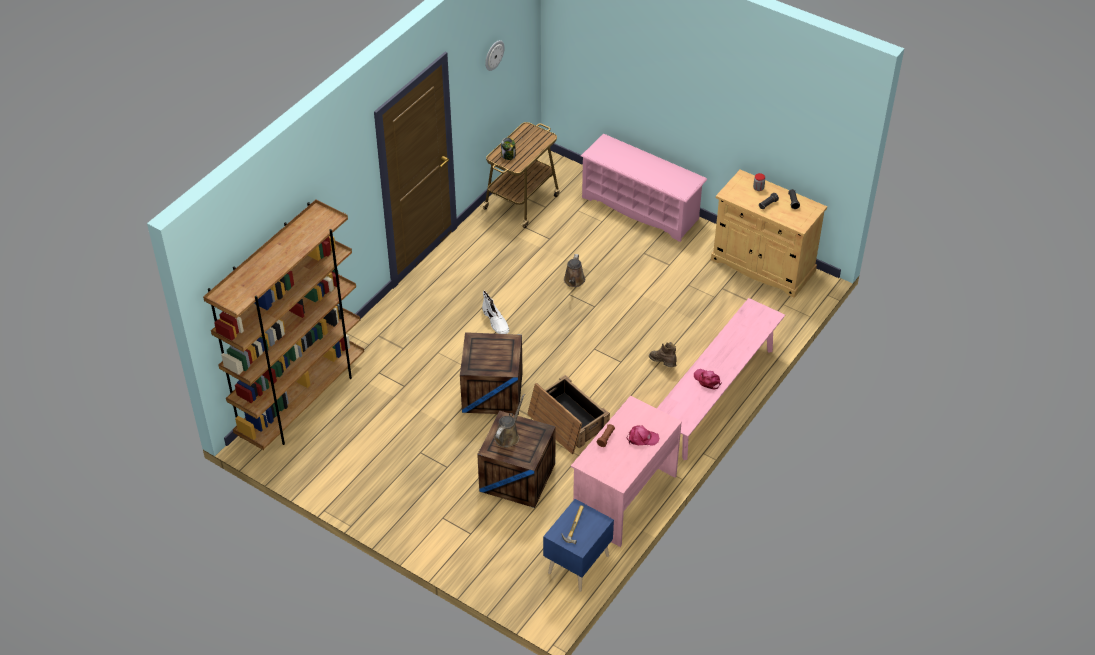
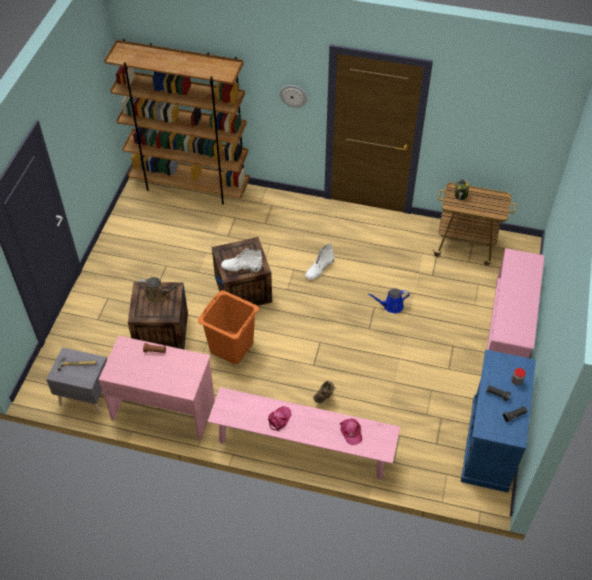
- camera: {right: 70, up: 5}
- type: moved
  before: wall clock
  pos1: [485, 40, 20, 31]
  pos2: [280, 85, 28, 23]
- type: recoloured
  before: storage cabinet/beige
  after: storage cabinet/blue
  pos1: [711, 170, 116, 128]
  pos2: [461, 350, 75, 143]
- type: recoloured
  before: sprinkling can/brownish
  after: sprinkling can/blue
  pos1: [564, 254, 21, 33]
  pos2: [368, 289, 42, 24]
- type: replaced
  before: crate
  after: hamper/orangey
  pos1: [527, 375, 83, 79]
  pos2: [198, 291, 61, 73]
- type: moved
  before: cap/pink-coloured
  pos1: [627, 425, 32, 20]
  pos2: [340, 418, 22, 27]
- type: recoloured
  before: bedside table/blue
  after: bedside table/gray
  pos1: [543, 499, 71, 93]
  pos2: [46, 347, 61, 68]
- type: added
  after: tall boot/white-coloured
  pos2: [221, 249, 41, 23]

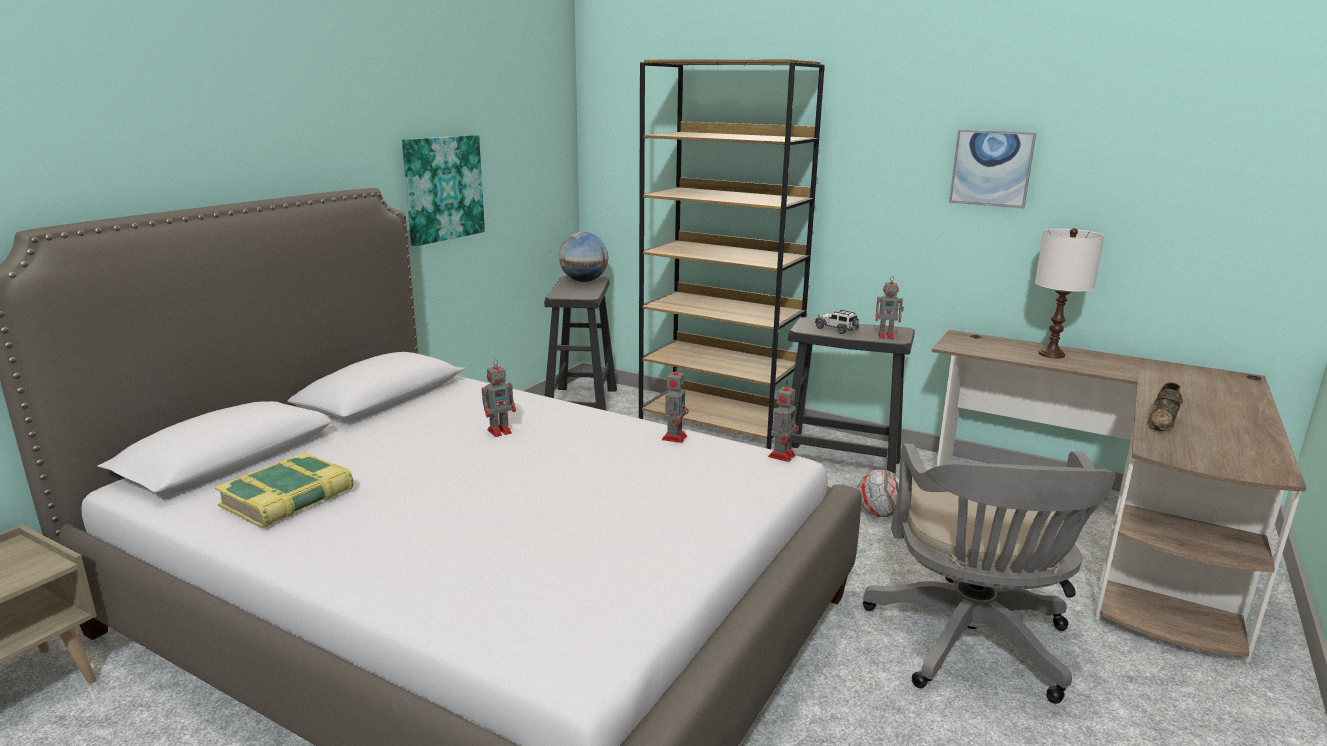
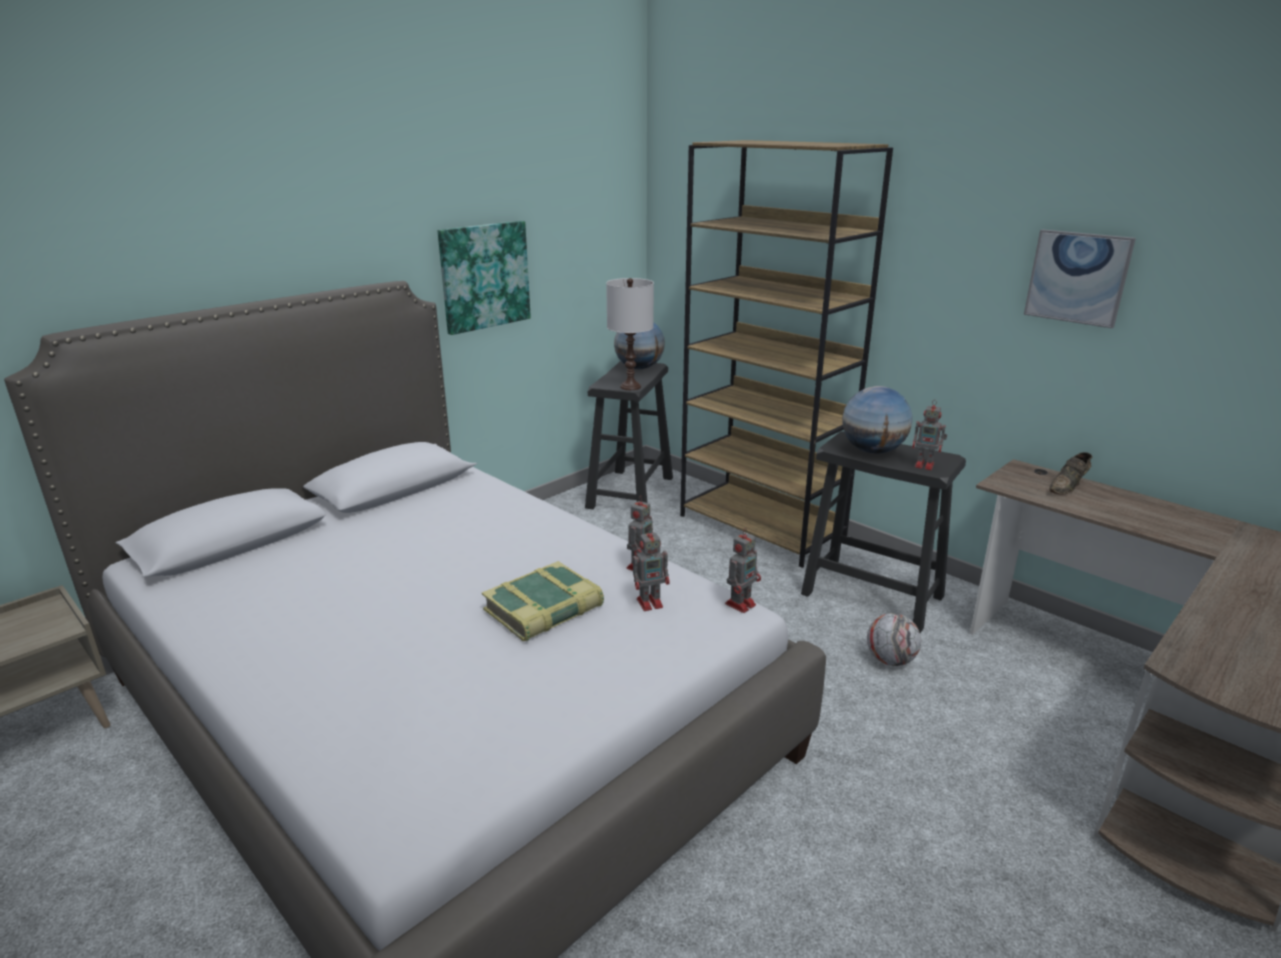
- camera: {right: 15, up: 5}
- type: moved
  before: lamp for a table/white-coloured
  pos1: [1035, 228, 70, 130]
  pos2: [606, 278, 48, 112]
- type: replaced
  before: model car
  after: world globe
  pos1: [815, 310, 45, 24]
  pos2: [842, 386, 70, 68]
- type: moved
  before: toy robot
  pos1: [482, 359, 34, 78]
  pos2: [633, 526, 37, 85]
- type: moved
  before: item of footwear/brownish
  pos1: [1147, 383, 36, 48]
  pos2: [1049, 452, 43, 42]
- type: removed
  before: office chair/gray
  pos1: [863, 444, 253, 260]
- type: moved
  before: volume
  pos1: [214, 452, 140, 77]
  pos2: [482, 561, 122, 80]

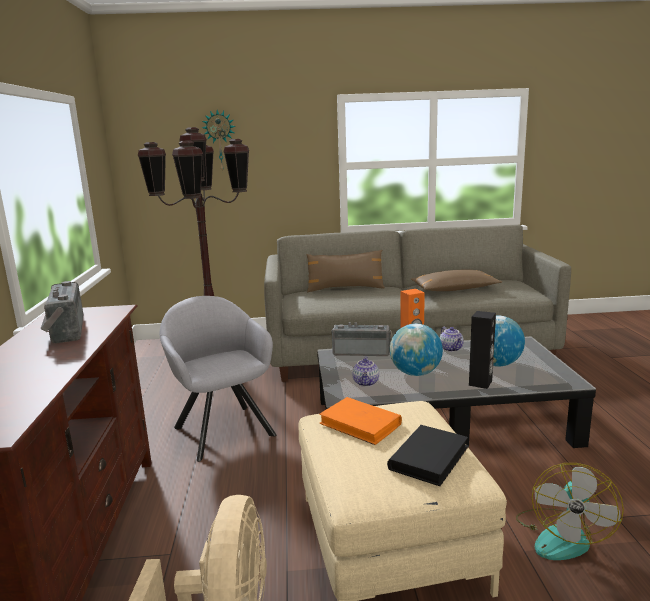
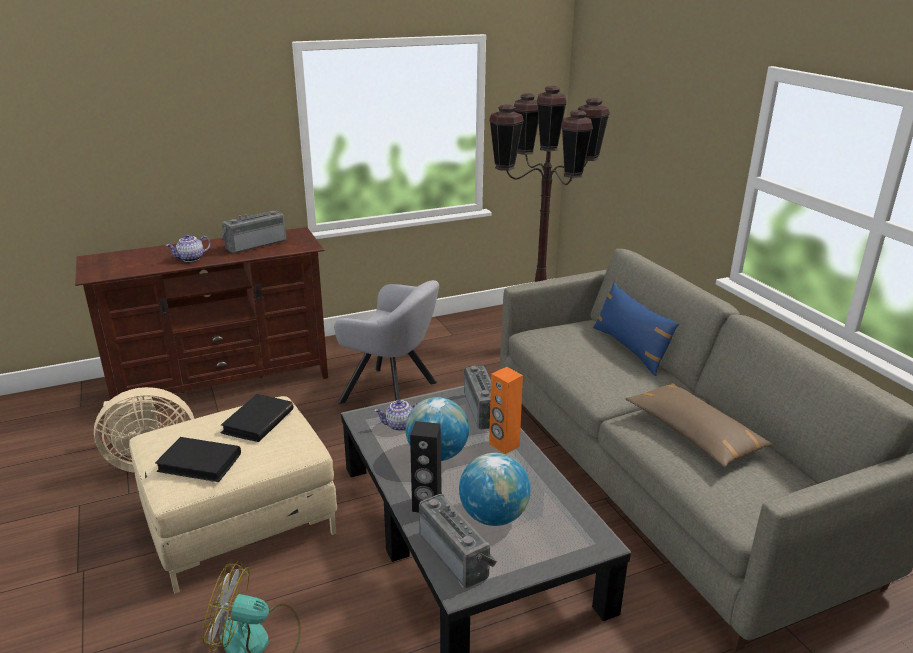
- camera: {right: 70, up: 10}
- type: removed
  before: wall clock
  pos1: [202, 110, 34, 62]
- type: recoloured
  before: throw pillow/brownish
  after: throw pillow/blue
  pos1: [306, 250, 79, 42]
  pos2: [593, 282, 86, 94]
- type: turned
  before: easy chair/gray
  pos1: [160, 296, 116, 166]
  pos2: [334, 280, 105, 124]
  turn: 75
- type: moved
  before: tea pot
  pos1: [440, 327, 24, 25]
  pos2: [166, 234, 45, 28]
- type: recoloured
  before: volume/orangey
  after: volume/black-coloured
  pos1: [319, 397, 83, 48]
  pos2: [221, 394, 73, 48]
- type: added
  after: radio
  pos2: [419, 494, 78, 94]

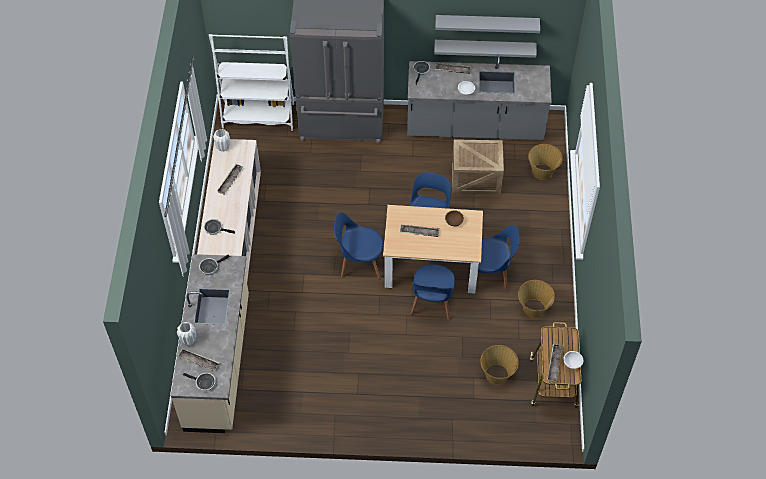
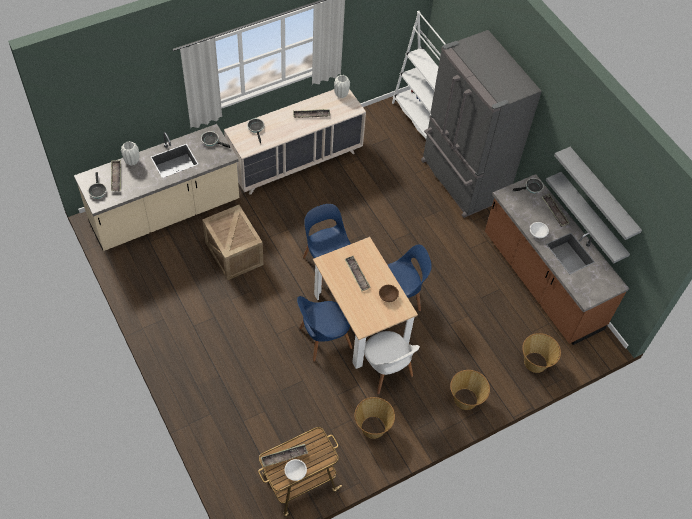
- camera: {right: 55, up: 0}
- type: recoloured
  before: counter/gray
  after: counter/brownish
  pos1: [407, 56, 145, 84]
  pos2: [485, 174, 144, 171]
- type: moved
  before: crate
  pos1: [452, 139, 52, 55]
  pos2: [202, 205, 62, 76]
- type: recoloured
  before: chair/blue
  after: chair/white-coloured
  pos1: [467, 225, 52, 65]
  pos2: [364, 331, 56, 64]
- type: moved
  before: storage basket
  pos1: [480, 345, 39, 39]
  pos2: [450, 370, 40, 40]

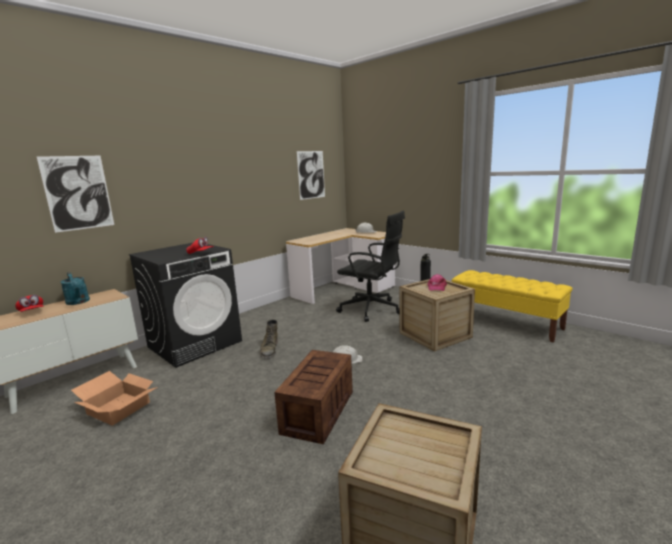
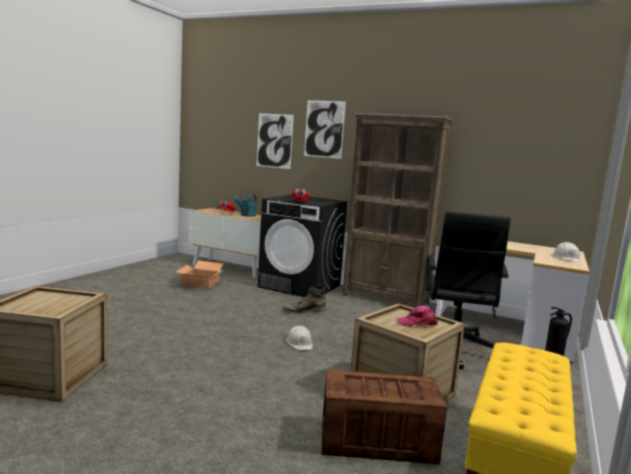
- camera: {right: 70, up: -5}
- type: moved
  before: picture
  pos1: [297, 151, 28, 49]
  pos2: [304, 100, 42, 59]
- type: moved
  before: crate
  pos1: [274, 350, 79, 94]
  pos2: [322, 369, 125, 95]
- type: added
  after: shelving unit/brownish
  pos2: [342, 113, 111, 194]

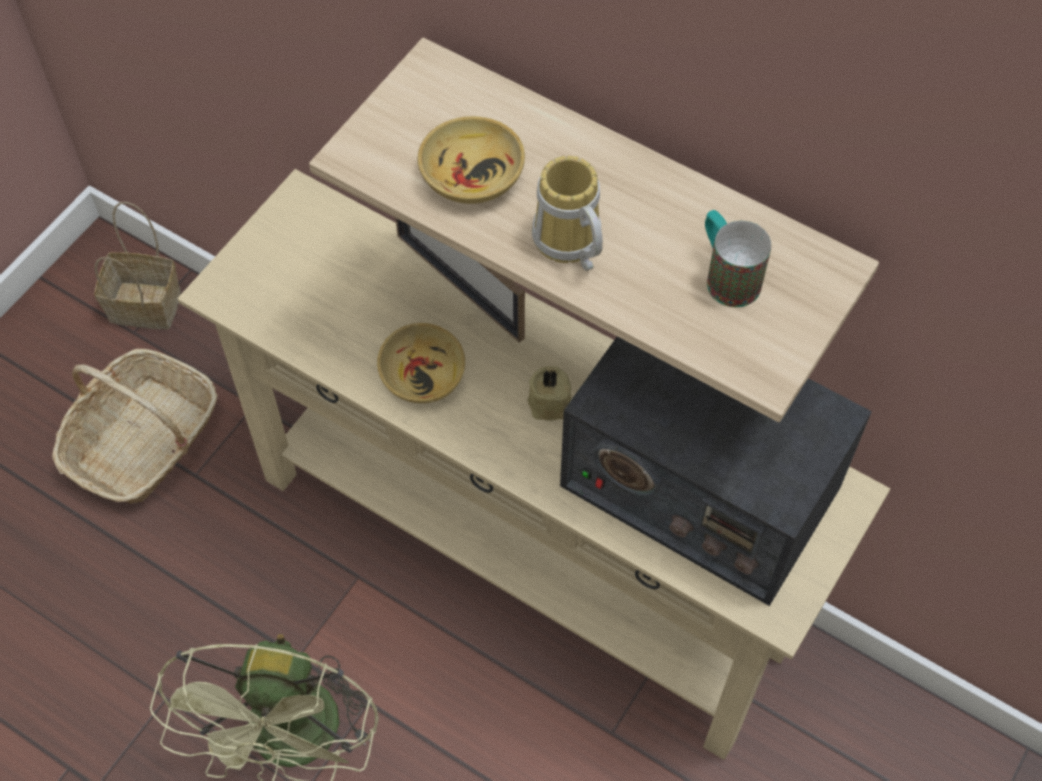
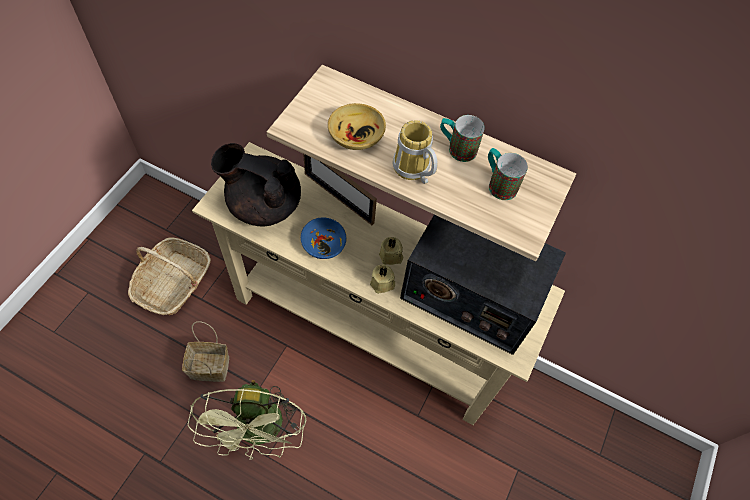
- camera: {right: -10, up: 0}
- type: moved
  before: storage basket
  pos1: [94, 202, 87, 127]
  pos2: [182, 321, 47, 61]
- type: recoloured
  before: bowl/beige
  after: bowl/blue
  pos1: [377, 323, 88, 80]
  pos2: [301, 217, 45, 42]
- type: added
  after: coffee mug
  pos2: [440, 115, 45, 47]
- type: added
  after: tea pot/black-coloured
  pos2: [211, 143, 90, 83]
- type: added
  after: wax light/beige
  pos2: [370, 264, 25, 30]

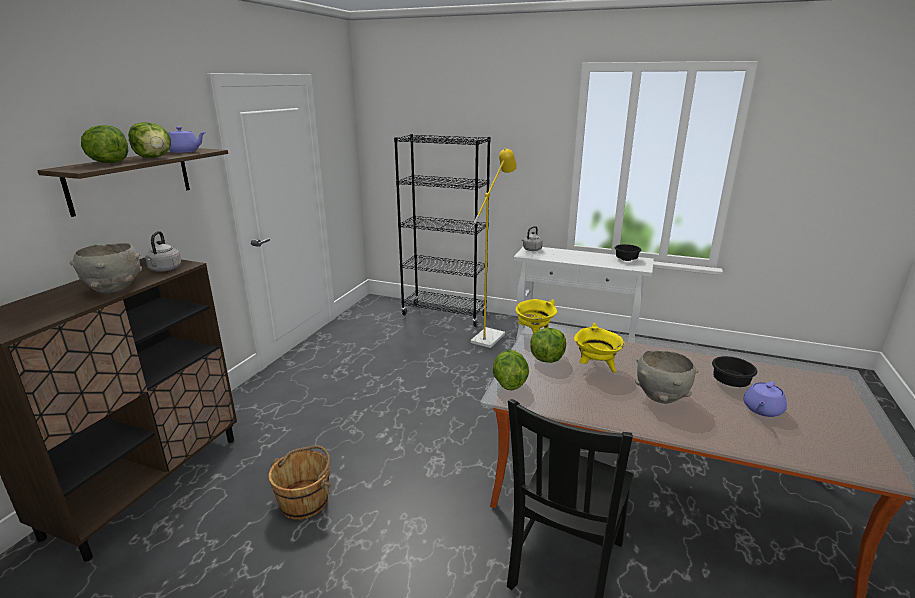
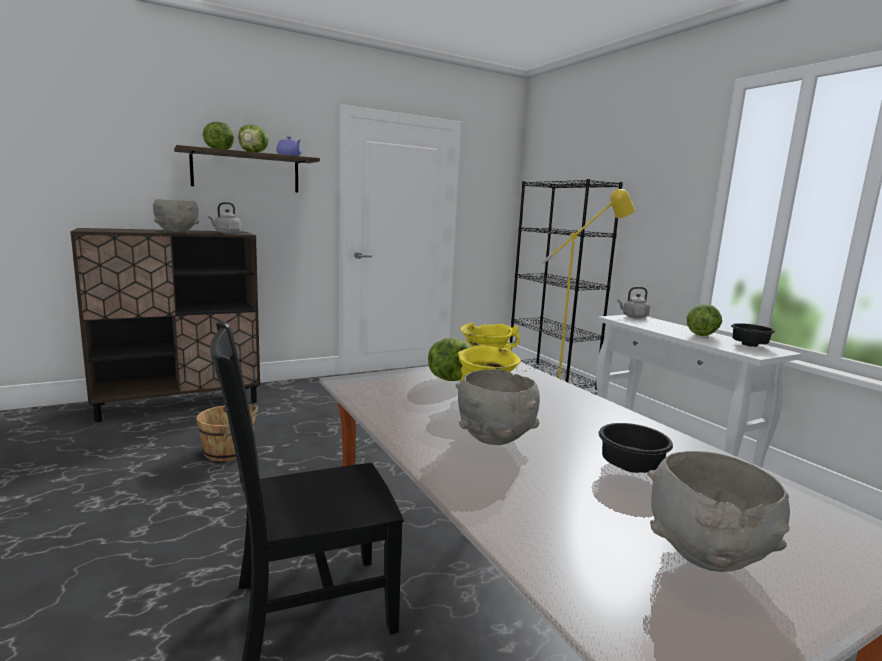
- camera: {right: 40, up: -10}
- type: moved
  before: head of lettuce
  pos1: [493, 350, 36, 40]
  pos2: [687, 303, 35, 33]
- type: removed
  before: tea pot/purplish
  pos1: [743, 381, 44, 36]
- type: added
  after: bowl/gray
  pos2: [647, 451, 143, 121]

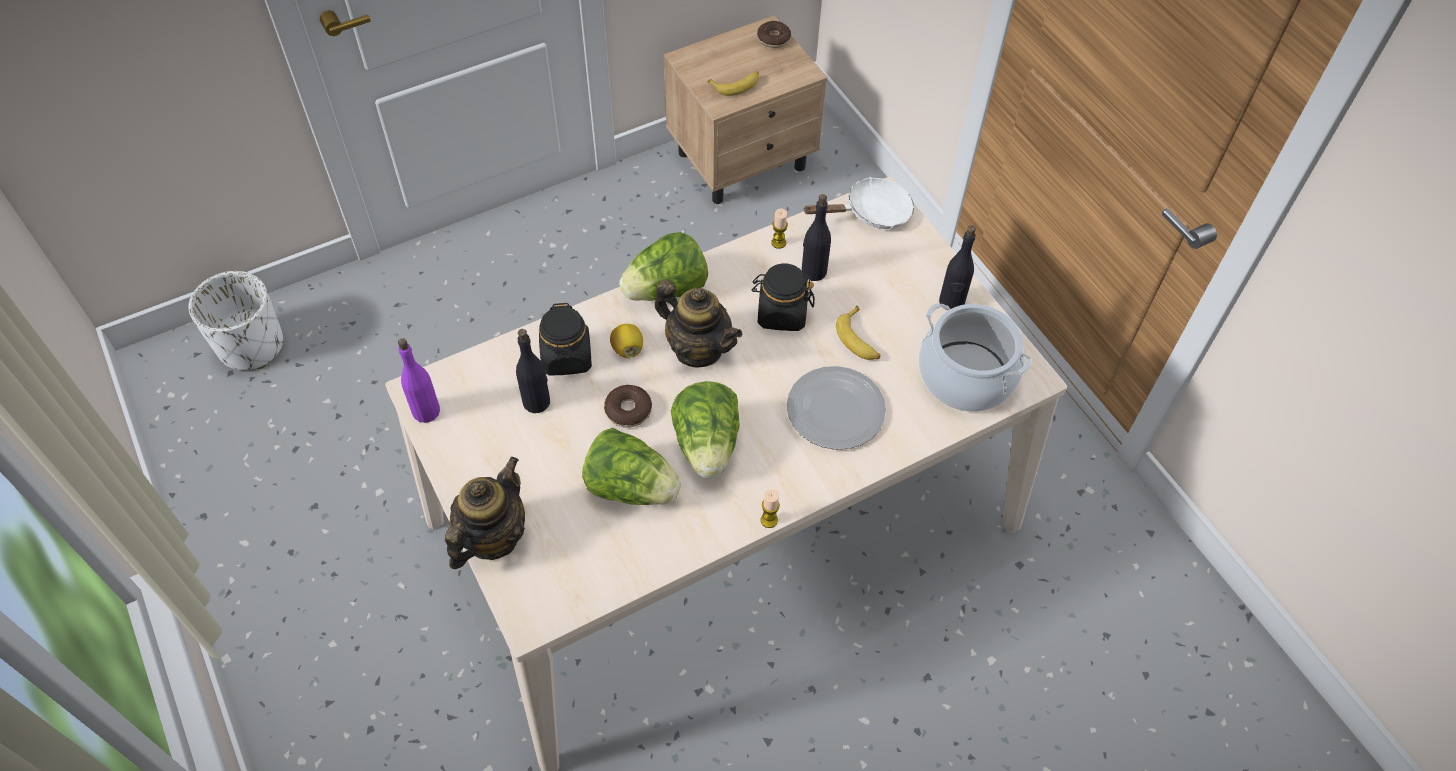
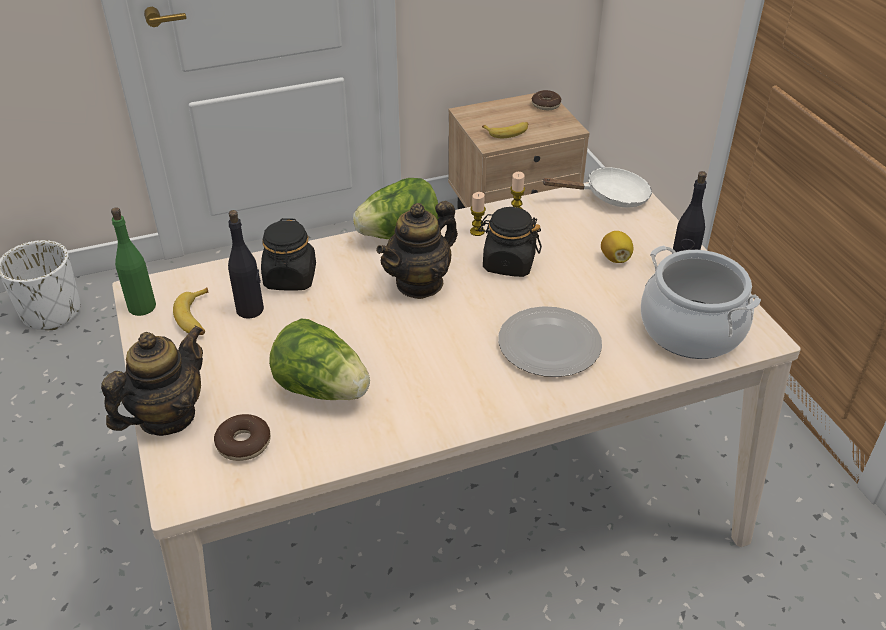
- camera: {right: 10, up: -15}
- type: removed
  before: drink bottle/black-coloured
  pos1: [802, 194, 29, 87]
- type: turned
  before: tea pot
  pos1: [654, 280, 88, 87]
  pos2: [376, 201, 82, 98]
  turn: 90
- type: moved
  before: whole banana
  pos1: [836, 305, 44, 55]
  pos2: [173, 288, 35, 47]
- type: moved
  before: citrus fruit
  pos1: [610, 324, 33, 34]
  pos2: [601, 231, 32, 32]
- type: recoloured
  before: drink bottle/purplish
  after: drink bottle/green
  pos1: [398, 338, 42, 85]
  pos2: [111, 207, 45, 109]
- type: removed
  before: head of lettuce
  pos1: [671, 381, 69, 97]
- type: moved
  before: donut
  pos1: [604, 385, 48, 42]
  pos2: [214, 414, 57, 47]
- type: moved
  before: wax light
  pos1: [761, 489, 19, 39]
  pos2: [470, 192, 16, 44]

